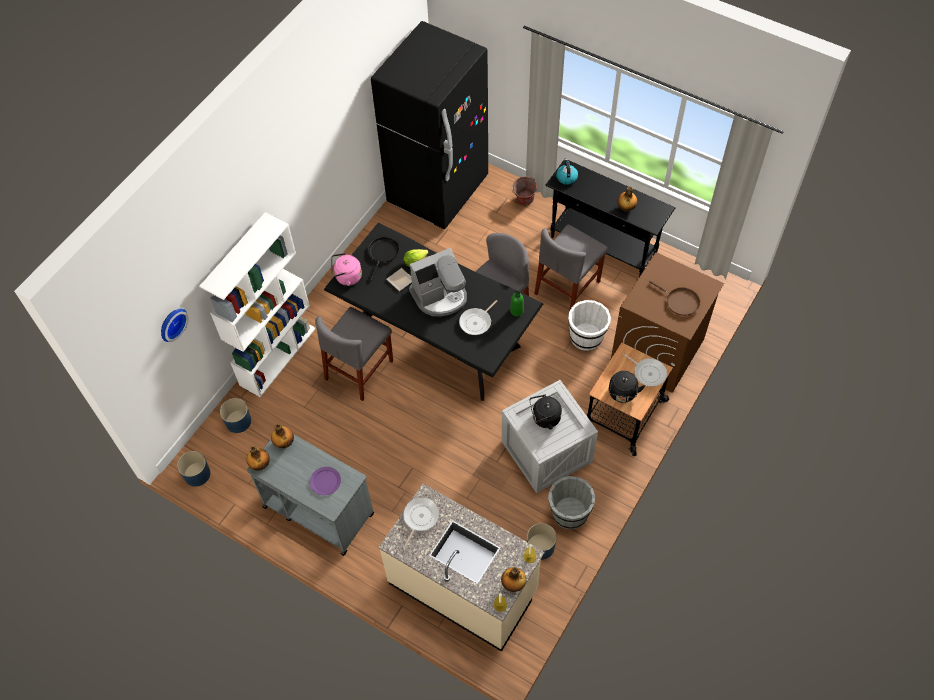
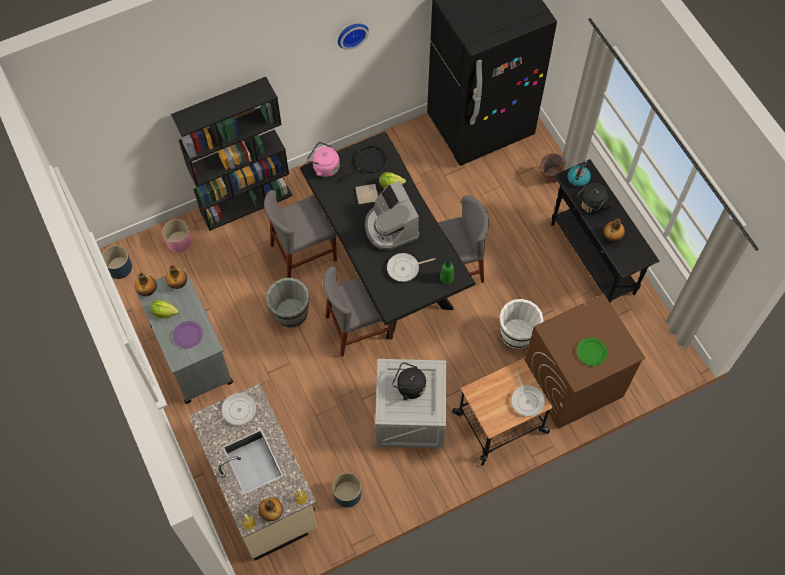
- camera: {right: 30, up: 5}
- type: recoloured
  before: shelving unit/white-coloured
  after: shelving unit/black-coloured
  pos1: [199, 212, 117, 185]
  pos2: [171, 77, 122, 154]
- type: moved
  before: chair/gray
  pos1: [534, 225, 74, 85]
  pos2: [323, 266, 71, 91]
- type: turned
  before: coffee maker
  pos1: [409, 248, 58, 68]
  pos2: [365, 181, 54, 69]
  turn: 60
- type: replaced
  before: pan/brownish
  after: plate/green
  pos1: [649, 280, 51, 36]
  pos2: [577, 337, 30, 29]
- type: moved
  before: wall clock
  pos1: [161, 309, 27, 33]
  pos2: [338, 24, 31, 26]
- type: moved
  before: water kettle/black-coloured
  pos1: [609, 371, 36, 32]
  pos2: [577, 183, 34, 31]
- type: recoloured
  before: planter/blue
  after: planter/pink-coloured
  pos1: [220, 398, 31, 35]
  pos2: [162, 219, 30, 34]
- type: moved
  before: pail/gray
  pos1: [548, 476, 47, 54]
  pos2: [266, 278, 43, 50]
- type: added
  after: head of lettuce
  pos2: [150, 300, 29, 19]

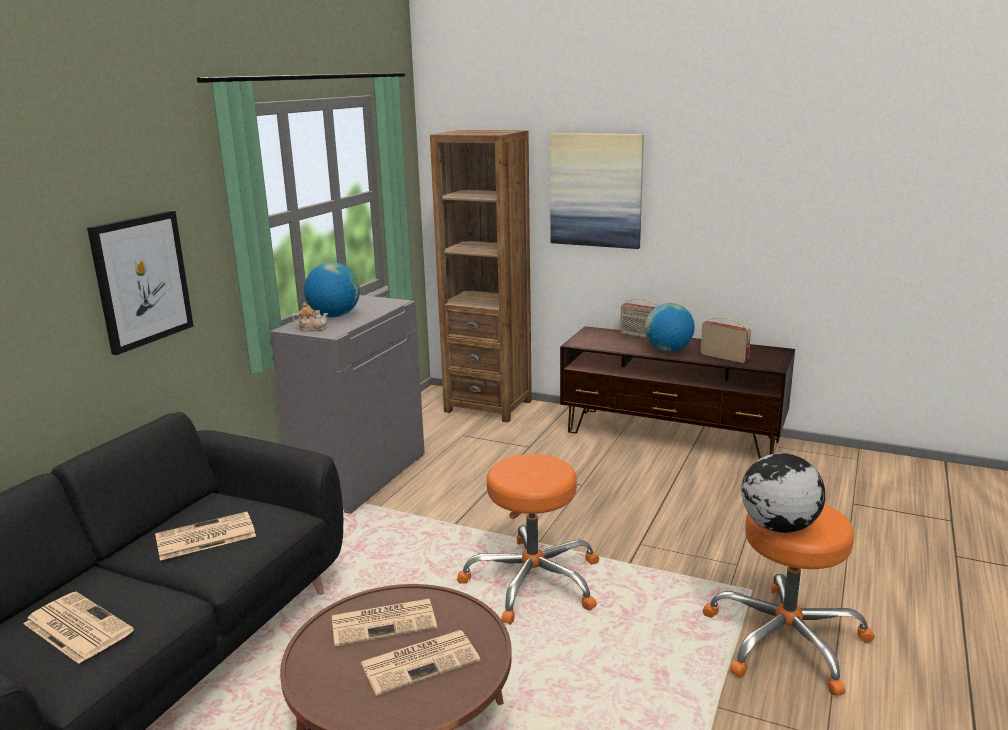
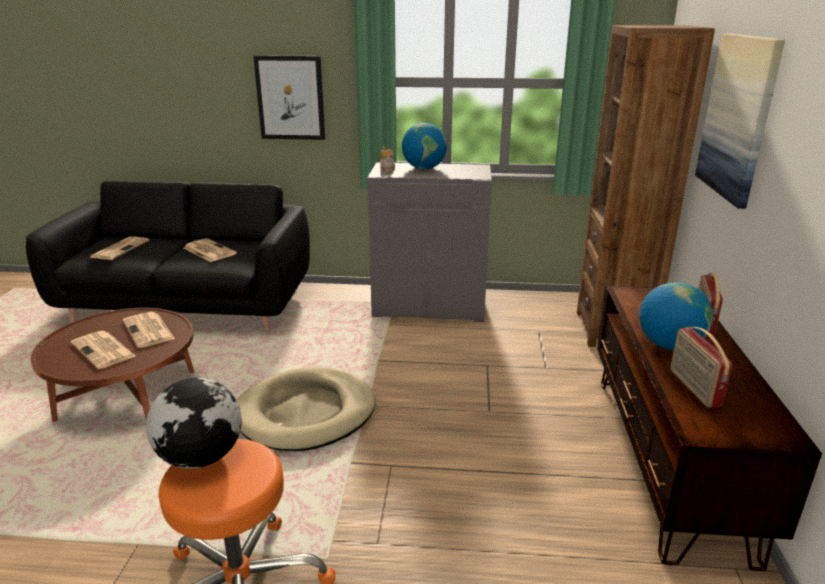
- camera: {right: 70, up: 5}
- type: turned
  before: radio
  pos1: [701, 317, 50, 46]
  pos2: [670, 327, 62, 81]
  turn: 150
- type: replaced
  before: stool seat/orangey
  after: dog bed/beige
  pos1: [457, 454, 142, 171]
  pos2: [237, 367, 139, 84]

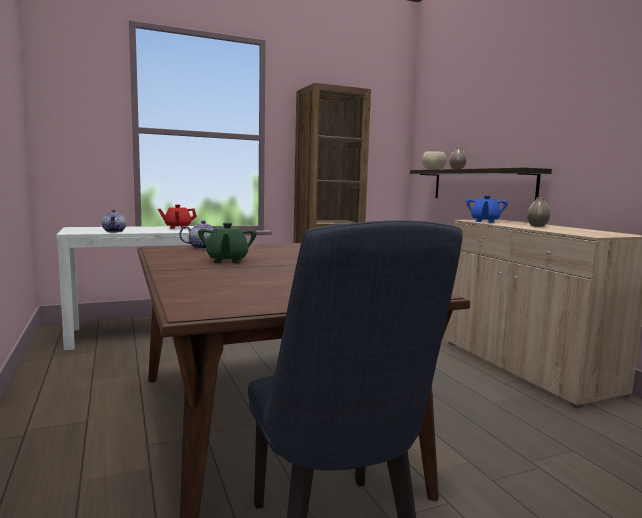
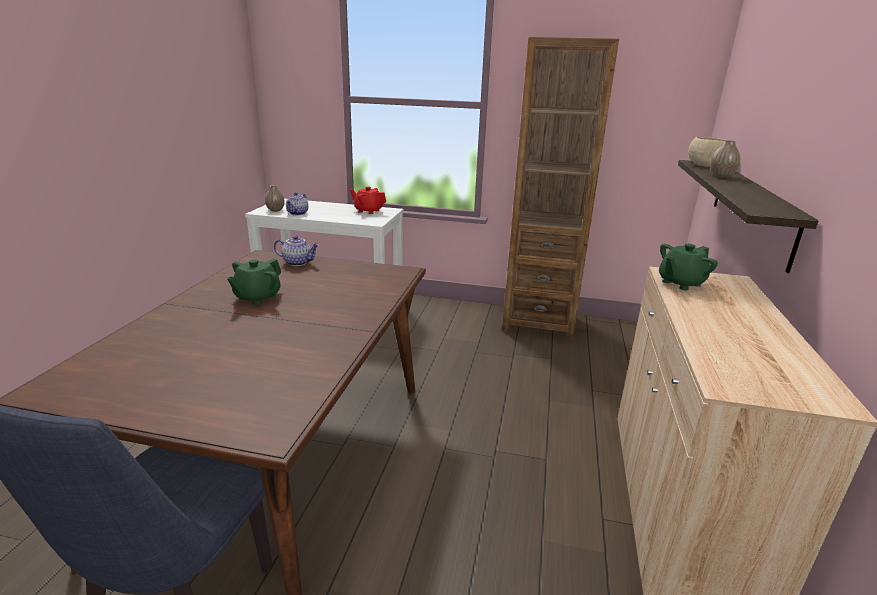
- camera: {right: 35, up: 15}
- type: recoloured
  before: tea pot/blue
  after: tea pot/green
  pos1: [466, 195, 42, 28]
  pos2: [659, 244, 59, 46]
- type: moved
  before: flower vase
  pos1: [527, 198, 23, 29]
  pos2: [265, 185, 20, 27]

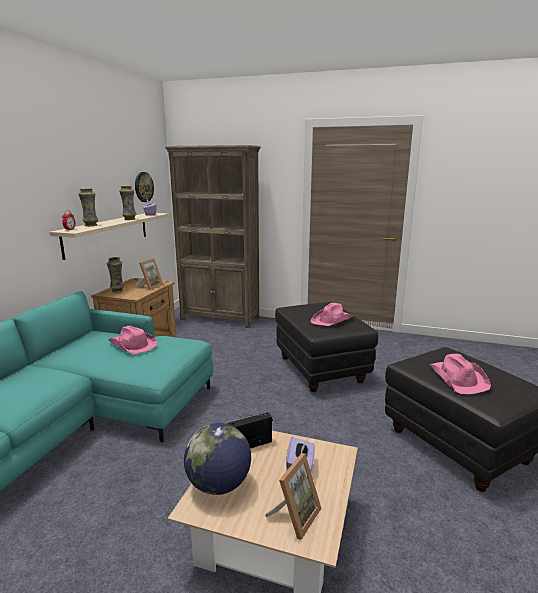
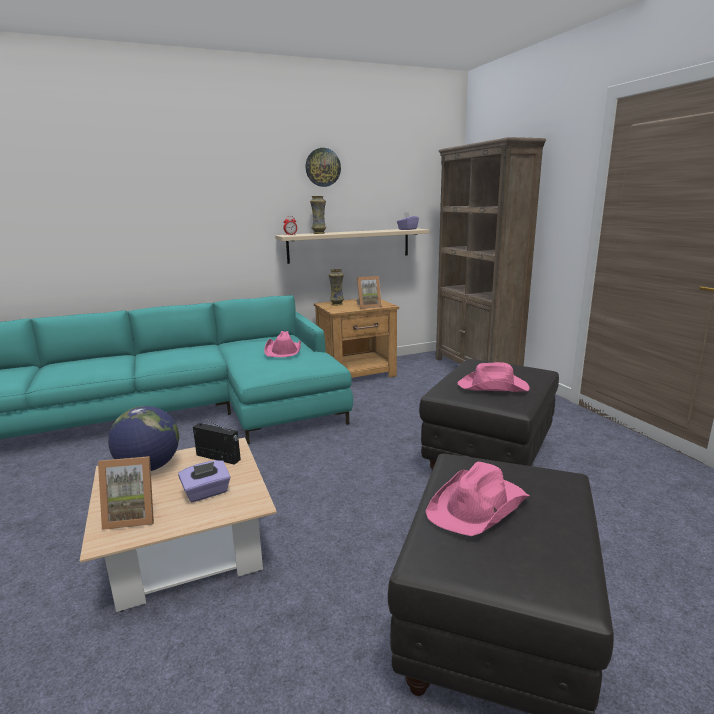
- camera: {right: 50, up: 0}
- type: moved
  before: wall clock
  pos1: [135, 172, 19, 30]
  pos2: [305, 148, 36, 39]
- type: removed
  before: flower vase
  pos1: [119, 186, 17, 34]

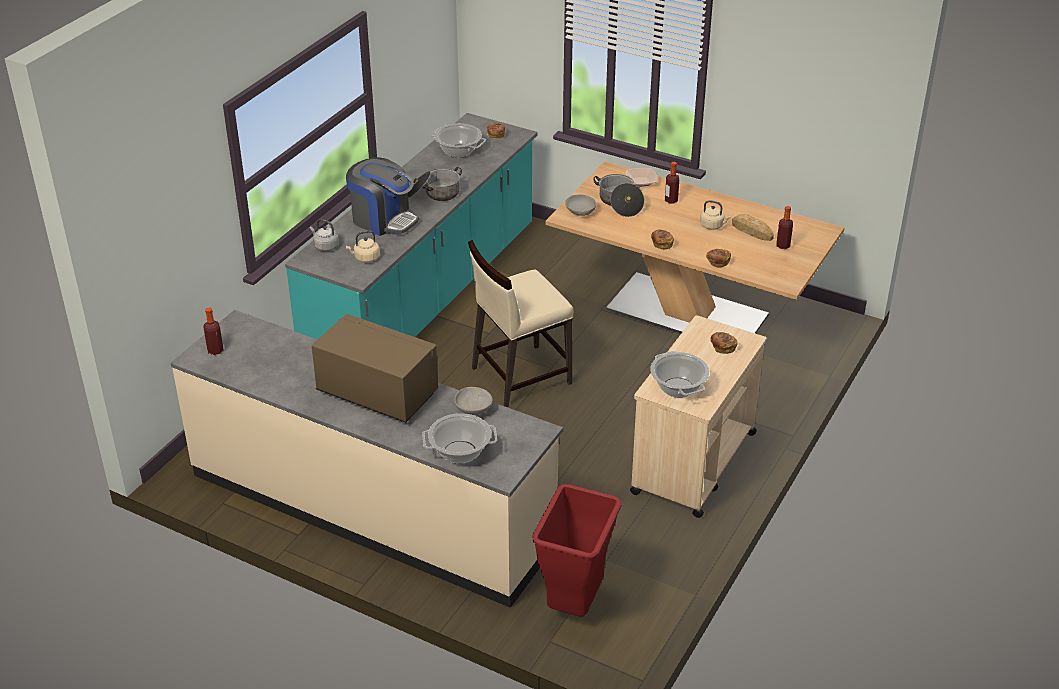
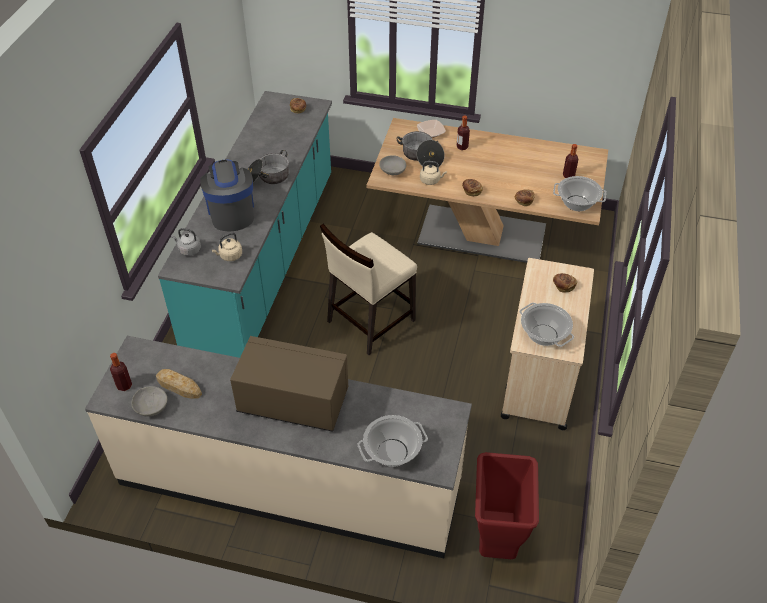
- camera: {right: -15, up: 10}
- type: moved
  before: saucepot
  pos1: [430, 123, 56, 35]
  pos2: [553, 176, 53, 35]
- type: turned
  before: coffee maker
  pos1: [346, 157, 73, 79]
  pos2: [200, 160, 54, 72]
  turn: -120
- type: moved
  before: water kettle/beige
  pos1: [700, 200, 31, 30]
  pos2: [420, 161, 27, 24]
- type: moved
  before: bakery bread
  pos1: [732, 214, 42, 27]
  pos2: [156, 369, 46, 30]
- type: moved
  before: bowl/gray
  pos1: [454, 387, 39, 28]
  pos2: [131, 387, 36, 30]

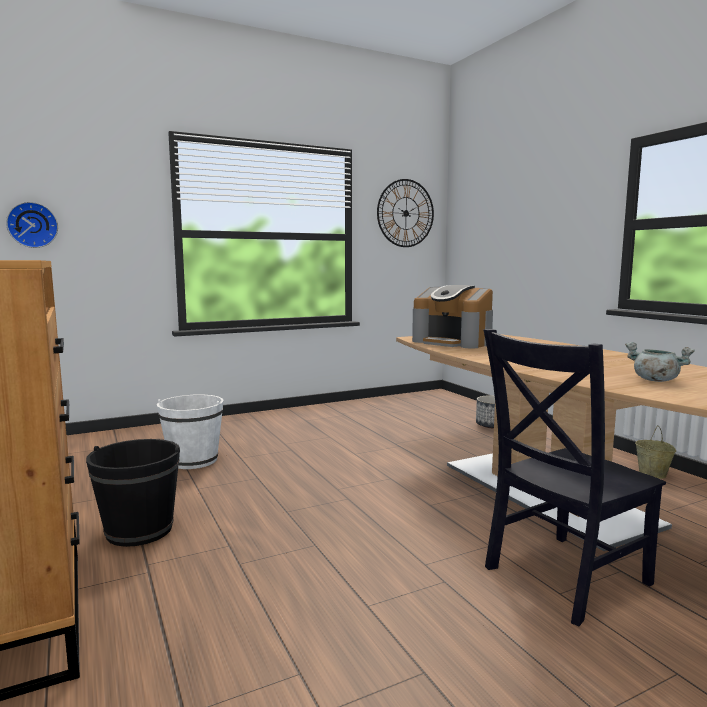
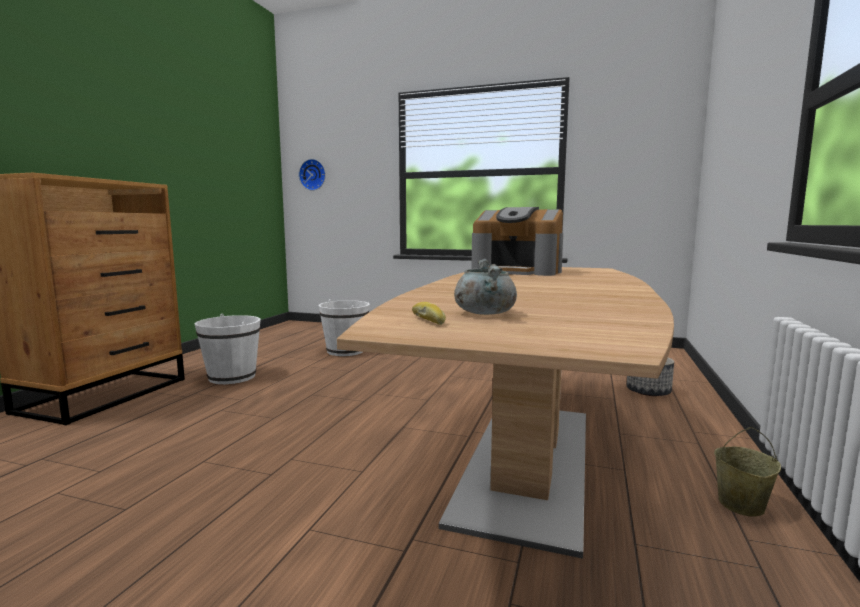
- camera: {right: 45, up: 0}
- type: removed
  before: wall clock
  pos1: [377, 179, 57, 68]
- type: turned
  before: coffee maker
  pos1: [412, 285, 81, 64]
  pos2: [471, 207, 92, 69]
  turn: -60
- type: removed
  before: chair/black-coloured
  pos1: [483, 329, 183, 297]
- type: recoloured
  before: pail/black-coloured
  after: pail/white-coloured
  pos1: [86, 439, 94, 108]
  pos2: [195, 314, 66, 70]
- type: added
  after: bakery bread
  pos2: [412, 302, 34, 23]

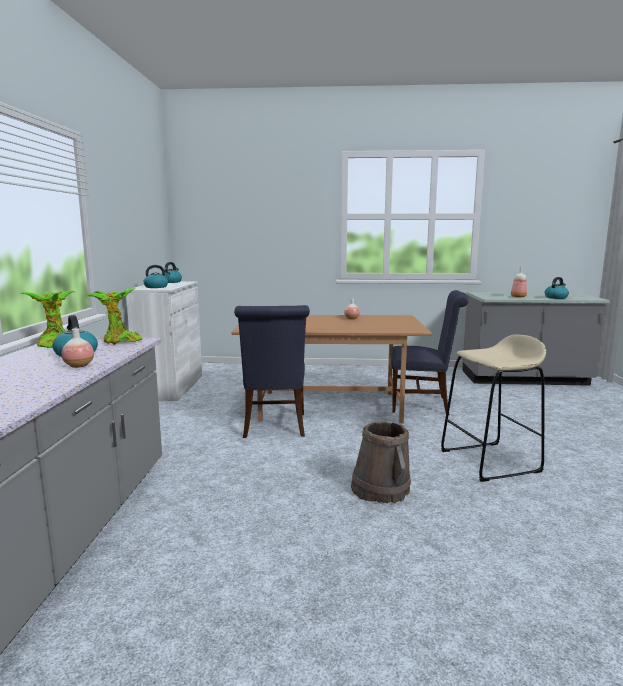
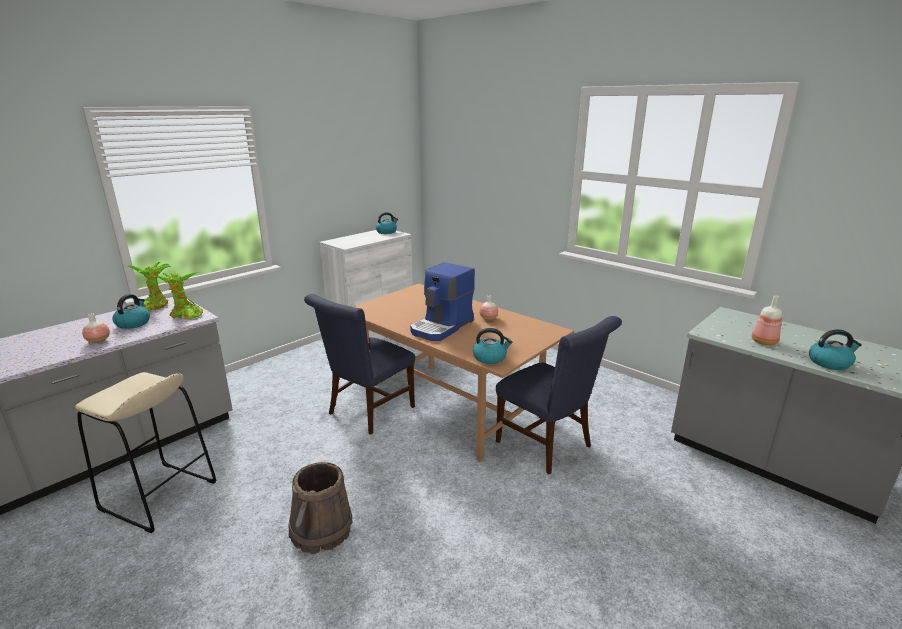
- camera: {right: 40, up: 10}
- type: moved
  before: water kettle
  pos1: [144, 265, 26, 23]
  pos2: [473, 328, 39, 36]
- type: moved
  before: stool seat/beige
  pos1: [441, 335, 105, 147]
  pos2: [75, 372, 141, 161]
- type: added
  after: coffee maker
  pos2: [410, 262, 65, 79]

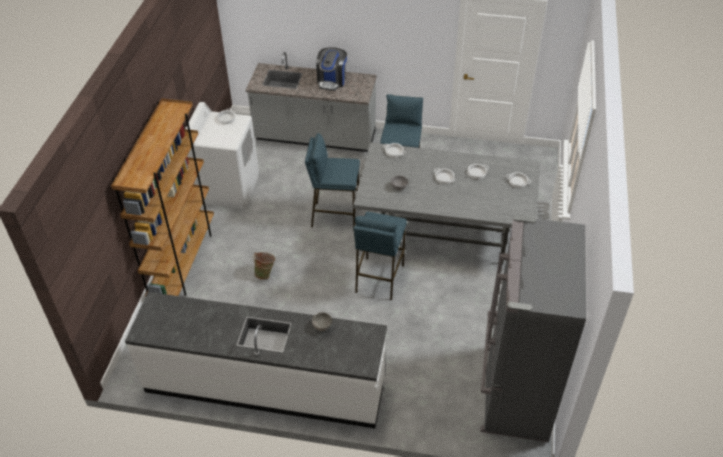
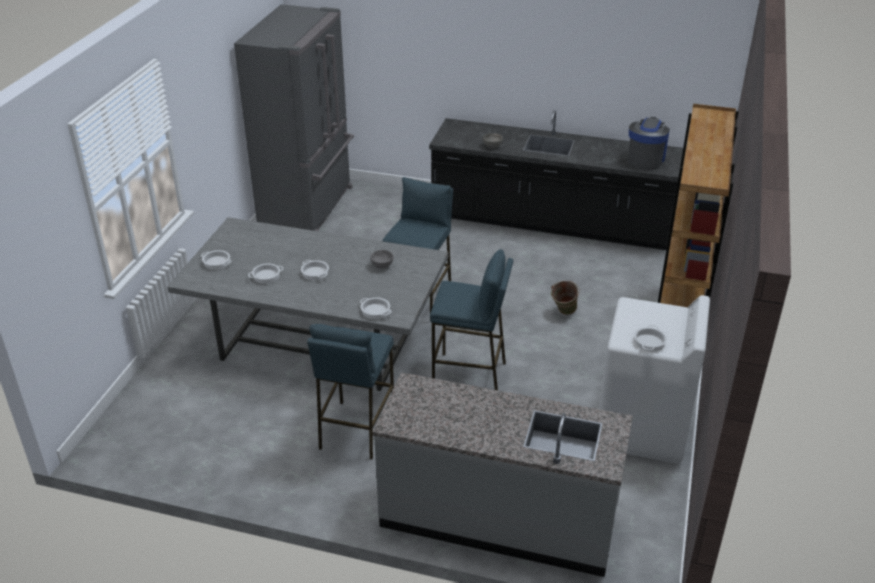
- camera: {right: -175, up: -10}
- type: moved
  before: coffee maker
  pos1: [316, 47, 31, 44]
  pos2: [628, 117, 42, 53]
- type: recoloured
  before: counter/white-coloured
  after: counter/black-coloured
  pos1: [125, 292, 262, 136]
  pos2: [429, 110, 254, 140]

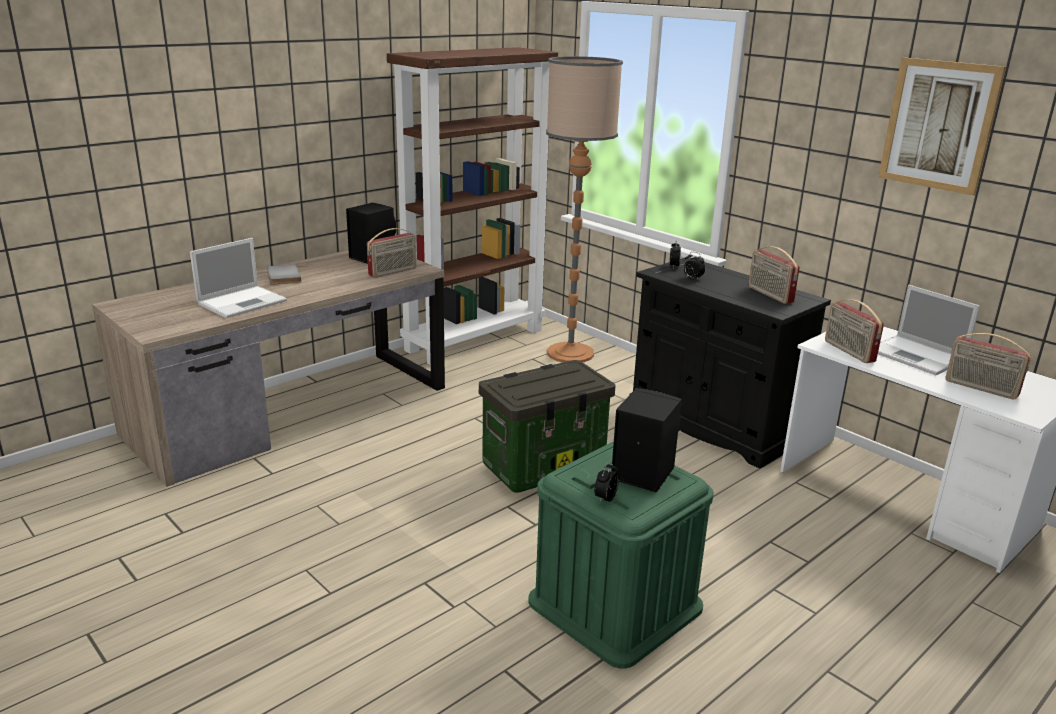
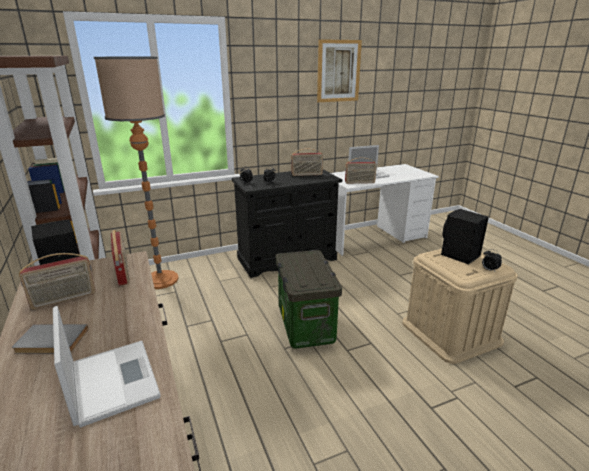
- camera: {right: -70, up: 0}
- type: moved
  before: radio
  pos1: [945, 333, 86, 67]
  pos2: [19, 253, 76, 57]
- type: recoloured
  before: storage container/green
  after: storage container/beige
  pos1: [528, 442, 186, 227]
  pos2: [402, 249, 116, 115]

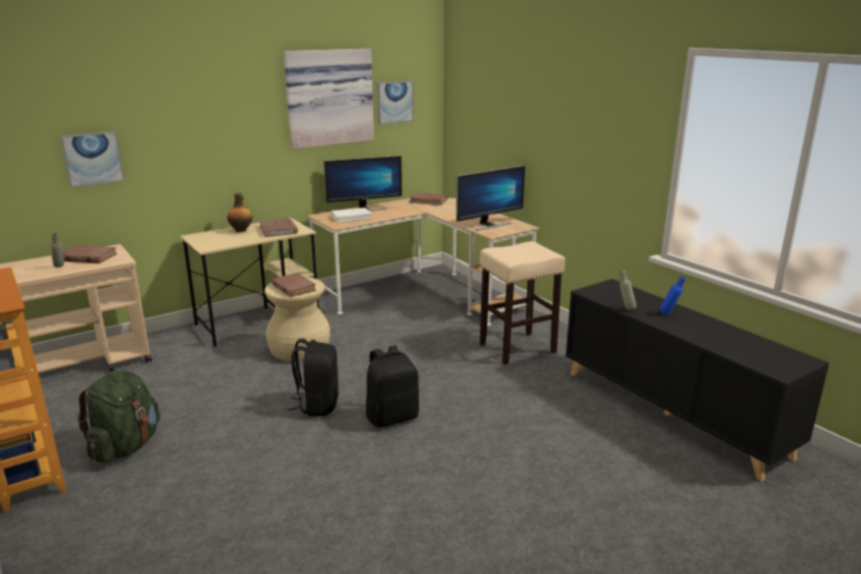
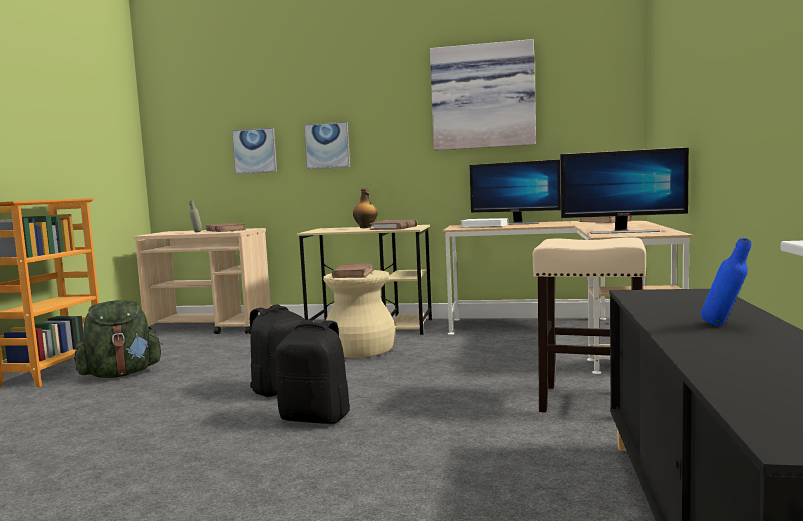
- camera: {right: 45, up: -15}
- type: moved
  before: picture
  pos1: [377, 81, 36, 44]
  pos2: [304, 122, 46, 47]
- type: removed
  before: drink bottle/gray
  pos1: [619, 270, 17, 40]

